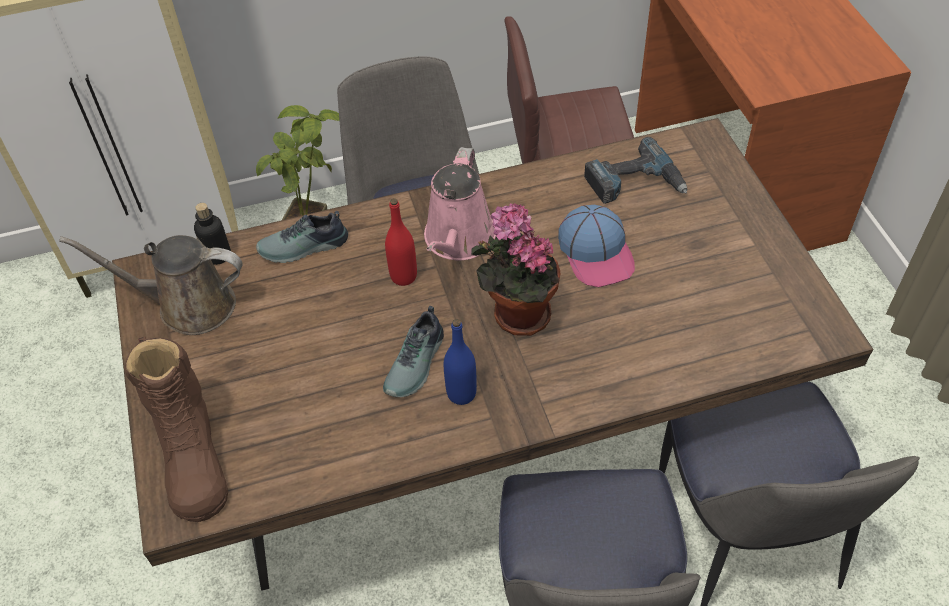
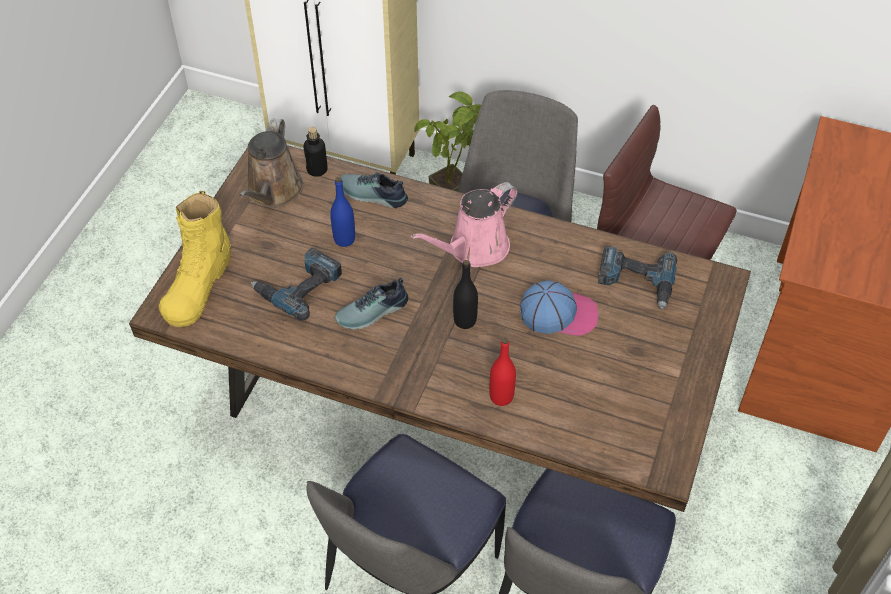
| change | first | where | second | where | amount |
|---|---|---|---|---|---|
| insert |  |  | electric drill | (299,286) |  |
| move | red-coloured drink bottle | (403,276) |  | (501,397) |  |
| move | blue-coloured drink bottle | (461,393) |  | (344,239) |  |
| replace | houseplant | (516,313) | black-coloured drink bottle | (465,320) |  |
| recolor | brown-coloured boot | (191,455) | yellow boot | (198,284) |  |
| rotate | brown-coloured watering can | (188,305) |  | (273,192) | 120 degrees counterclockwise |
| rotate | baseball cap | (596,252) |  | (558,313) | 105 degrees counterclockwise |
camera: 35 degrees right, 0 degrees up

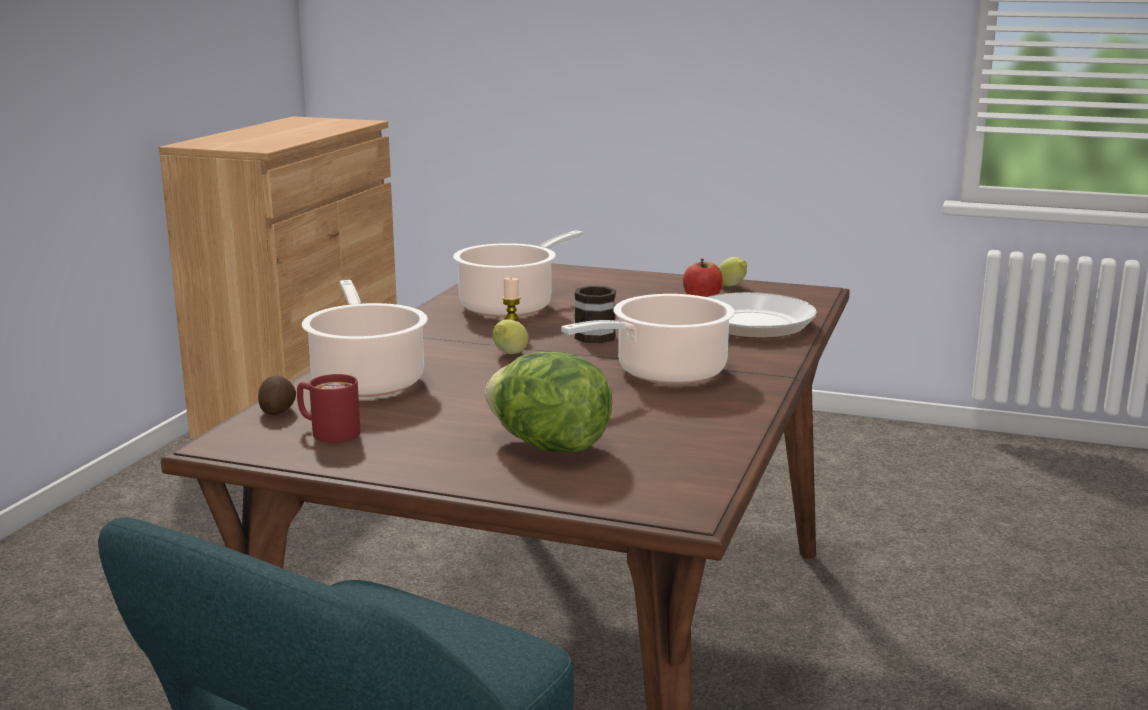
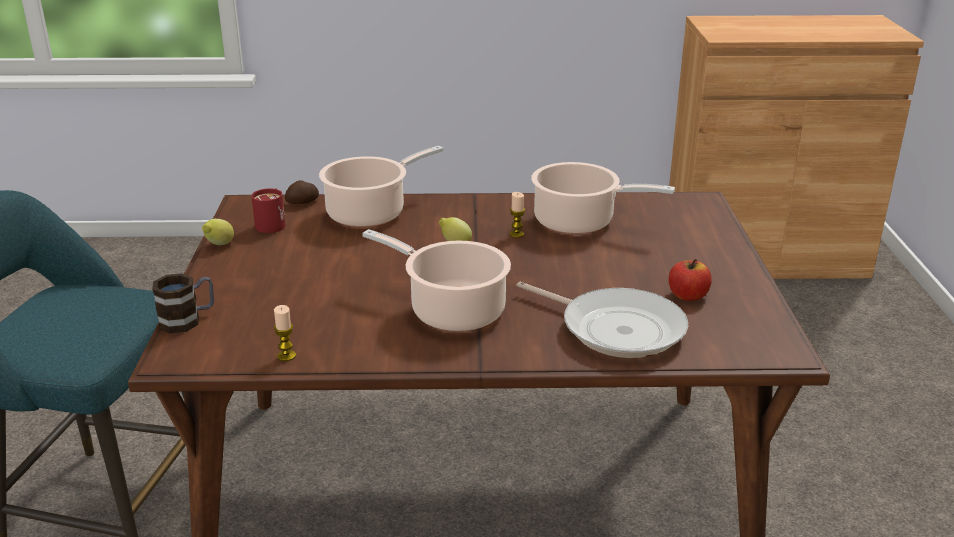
| change | first | where | second | where | amount |
|---|---|---|---|---|---|
| delete | lettuce | (549,446) |  |  |  |
| insert |  |  | candle | (286,356) |  |
| move | coffee mug | (592,334) |  | (188,320) |  |
| move | lemon | (732,286) |  | (219,245) |  |
camera: 70 degrees right, 10 degrees up

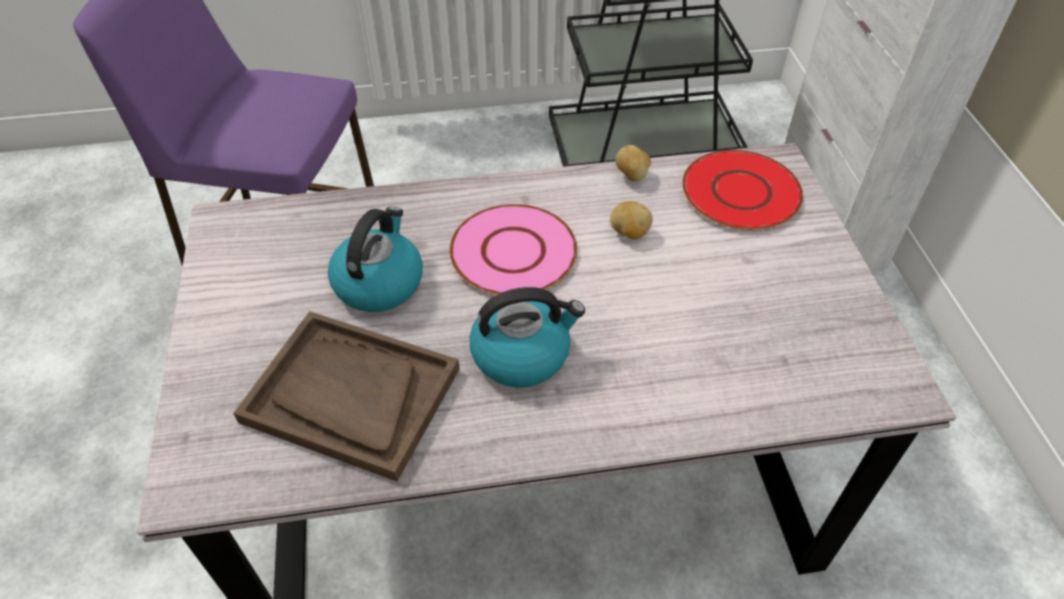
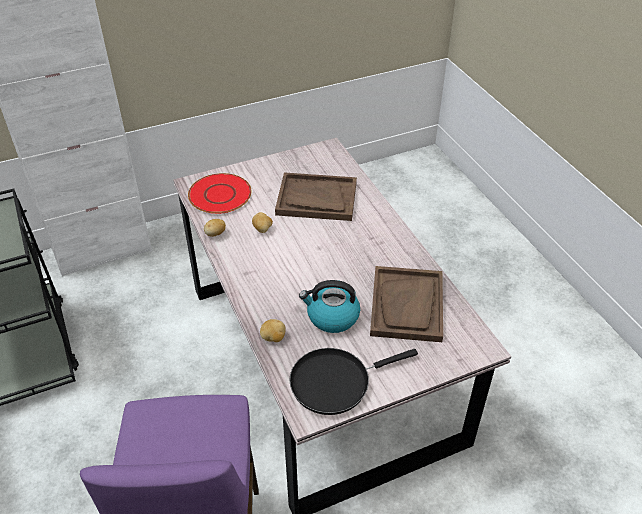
| change | first | where | second | where | amount |
|---|---|---|---|---|---|
| delete | pink-coloured plate | (514,252) |  |  |  |
| delete | tea kettle | (522,354) |  |  |  |
| insert |  |  | whole potato | (273,338) |  |
| insert |  |  | brown-coloured carrying tray | (316,199) |  |
| insert |  |  | black-coloured frying pan | (335,382) |  |
camera: 105 degrees left, 5 degrees down

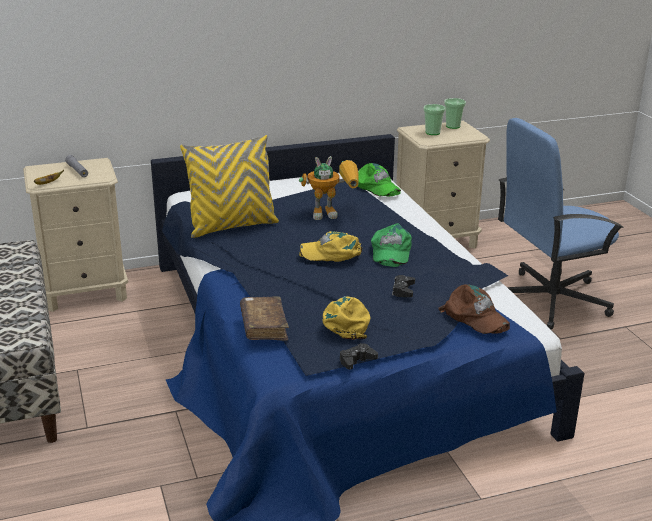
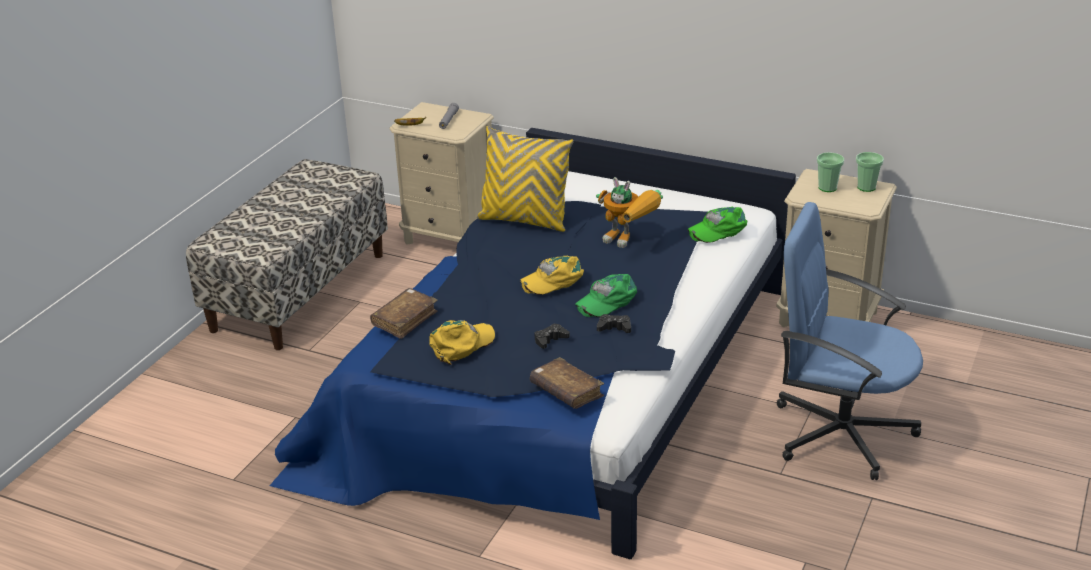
| change | first | where | second | where | amount |
|---|---|---|---|---|---|
| move | black-coloured joypad | (356,360) |  | (614,328) |  |
| replace | brown-coloured baseball cap | (475,317) | brown-coloured book | (566,391) |  |
| rotate | yellow baseball cap | (332,253) |  | (553,280) | 75 degrees counterclockwise |
| rotate | green baseball cap | (376,187) |  | (718,229) | 60 degrees clockwise |
camera: 45 degrees right, 5 degrees up

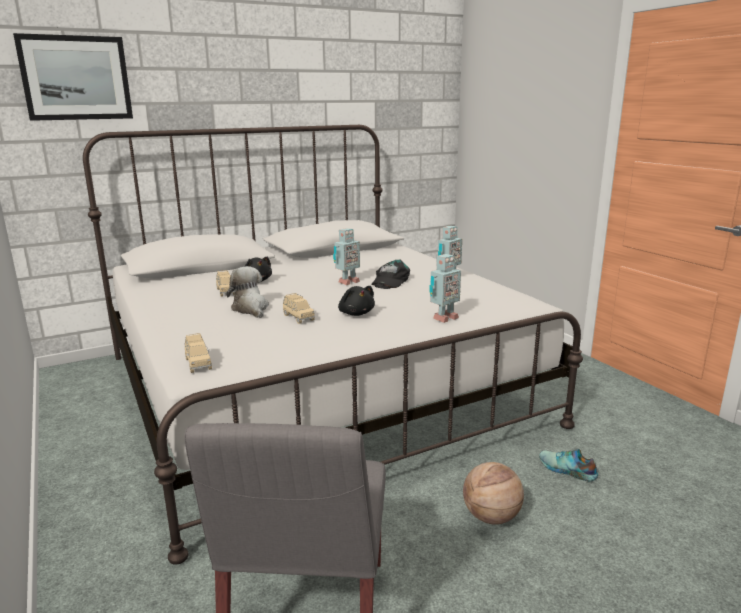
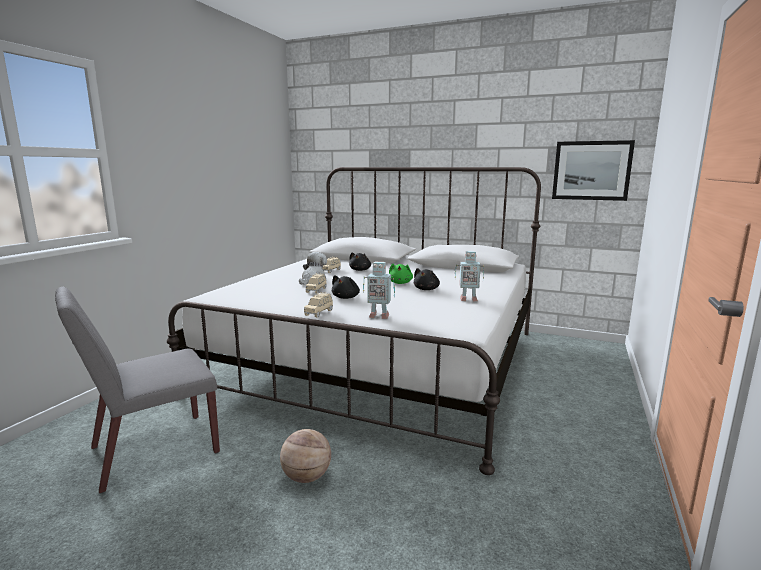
| change | first | where | second | where | amount |
|---|---|---|---|---|---|
| delete | shoe | (566,470) |  |  |  |
| move | picture | (76,78) |  | (591,170) |  |
| move | sand-coloured miniature car | (198,363) |  | (319,313) |  |
| replace | model robot | (347,282) | green plush toy | (400,283) |  |
| replace | black-coloured baseball cap | (390,281) | black-coloured plush toy | (426,289) |  |
camera: 50 degrees right, 5 degrees down

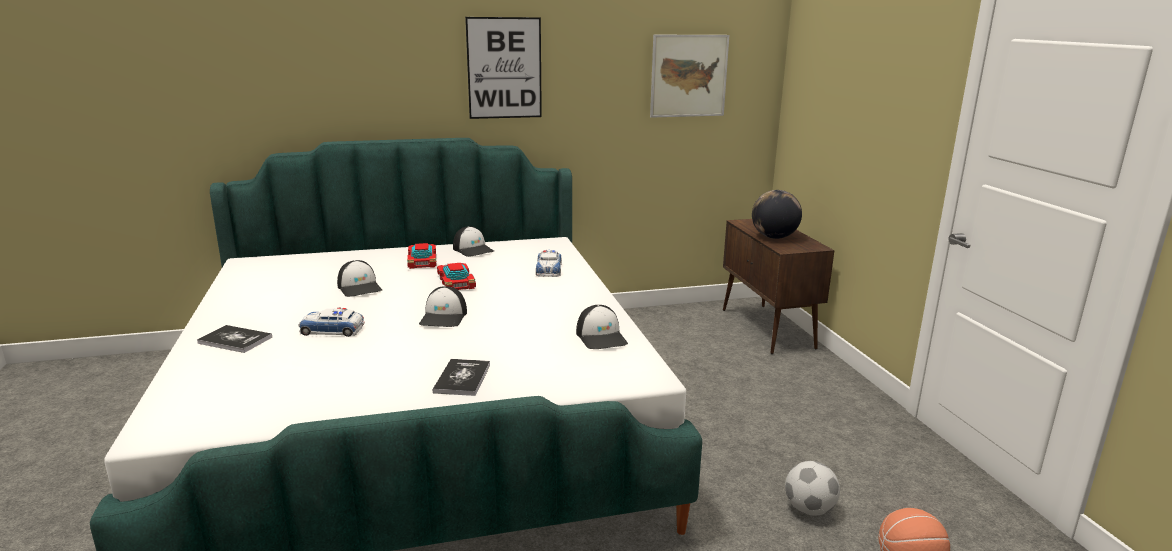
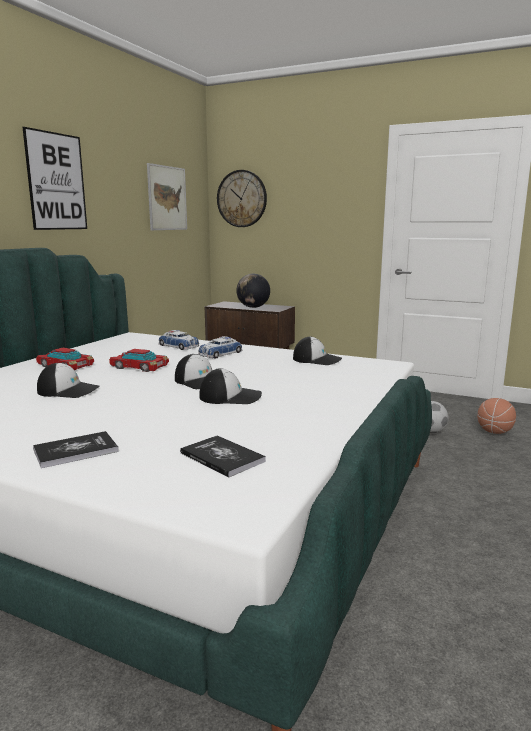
| change | first | where | second | where | amount |
|---|---|---|---|---|---|
| insert |  |  | hanging clock | (242,199) |  |
| move | miniature car | (332,330) |  | (220,353) |  |
| move | book | (462,378) |  | (222,457) |  |
| move | baseball cap | (473,250) |  | (231,397) |  |
camera: 50 degrees left, 5 degrees down

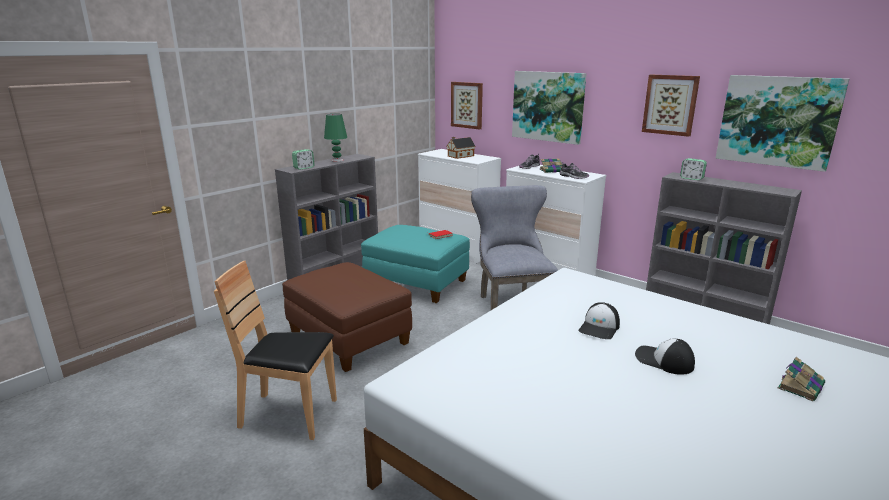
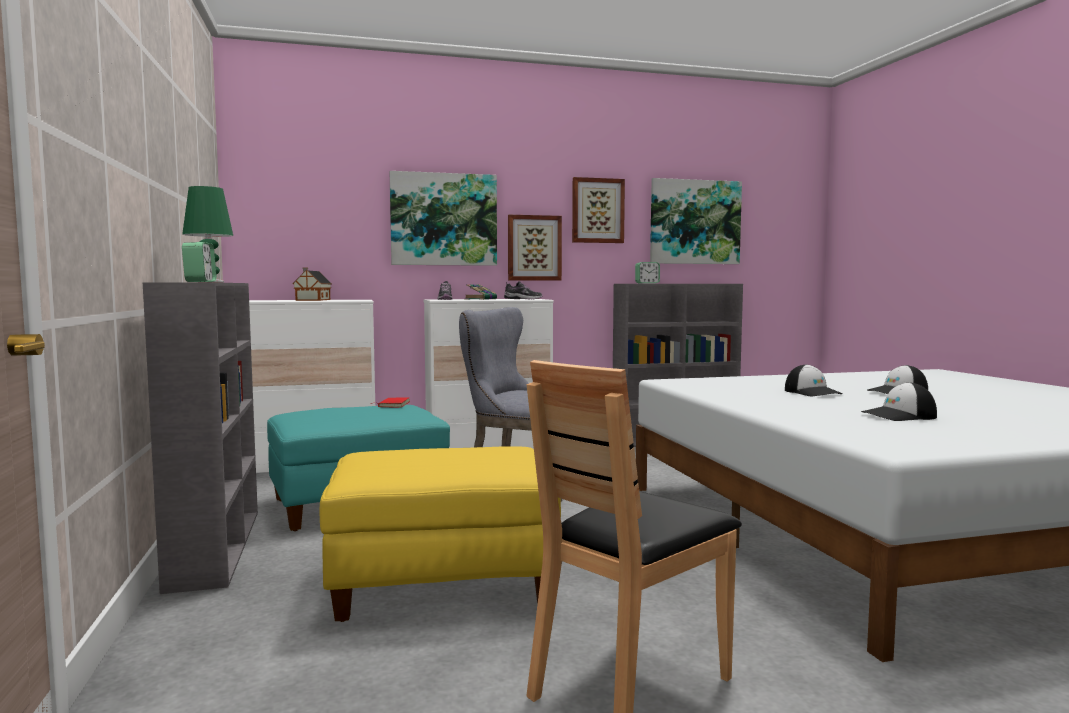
| change | first | where | second | where | amount |
|---|---|---|---|---|---|
| delete | book | (801,386) |  |  |  |
| insert |  |  | baseball cap | (899,416) |  |
| move | picture | (467,105) |  | (534,248) |  |
| recolor | brown-coloured ottoman | (348,339) | yellow ottoman | (443,583) |  |
camera: 55 degrees left, 15 degrees down

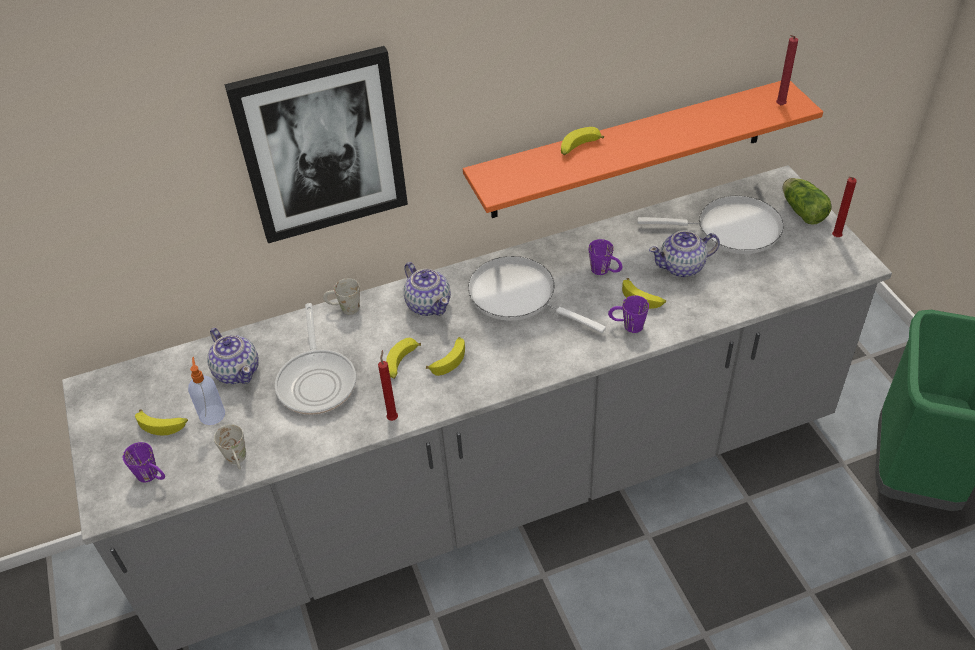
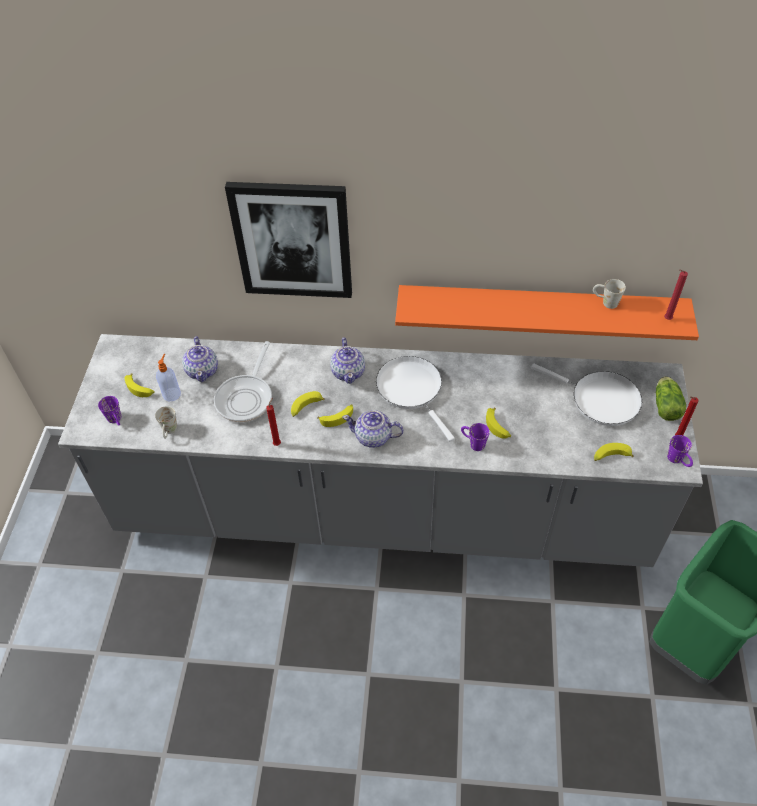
| change | first | where | second | where | amount |
|---|---|---|---|---|---|
| move | white-coloured coffee mug | (344,308) |  | (605,302) |  |
| move | banana | (579,148) |  | (610,457) |  |
| move | purple coffee mug | (605,271) |  | (678,461) |  |
| move | pot for tea | (682,267) |  | (373,437) |  |
camera: 25 degrees right, 5 degrees up

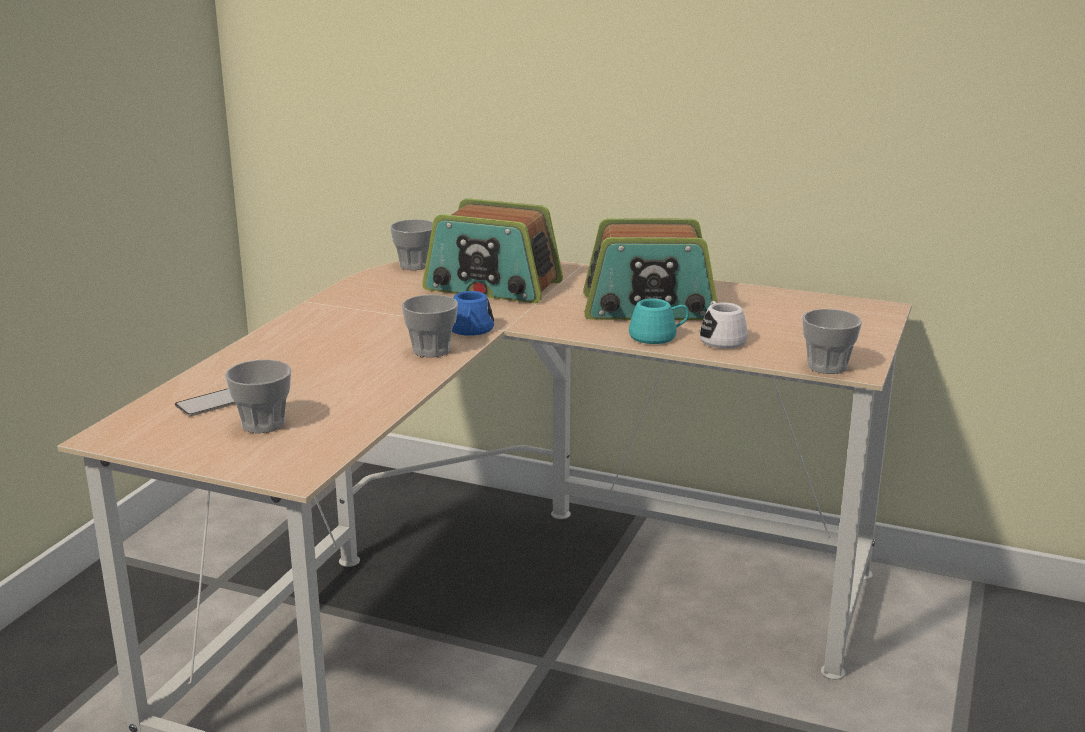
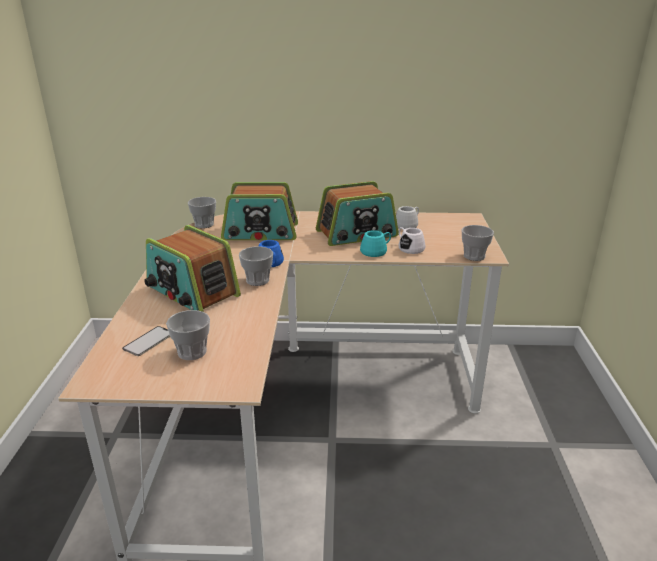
| change | first | where | second | where | amount |
|---|---|---|---|---|---|
| insert |  |  | radio receiver | (192,291) |  |
| insert |  |  | white-coloured coffee mug | (408,225) |  |
camera: 20 degrees left, 5 degrees up

